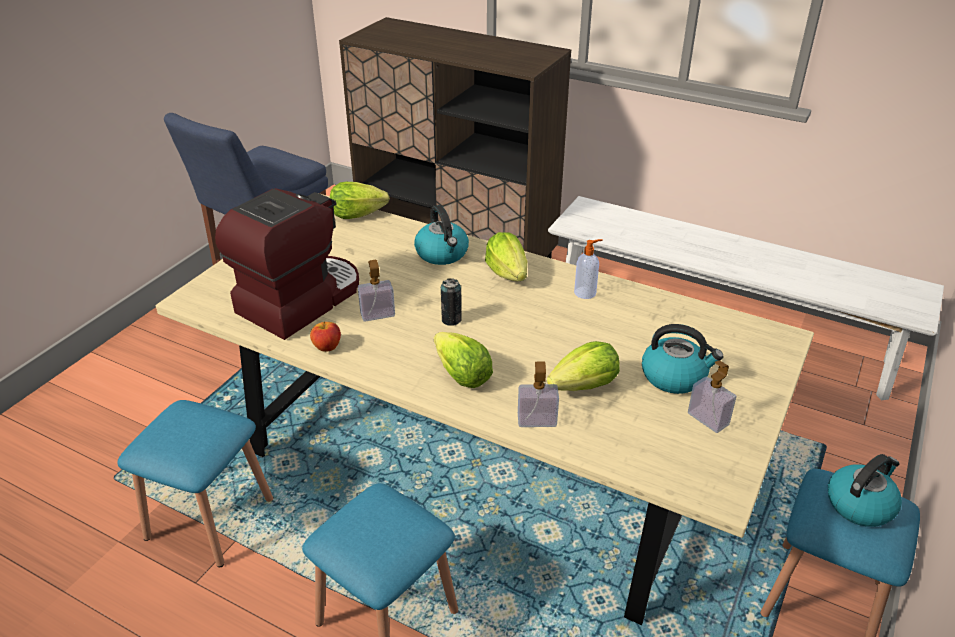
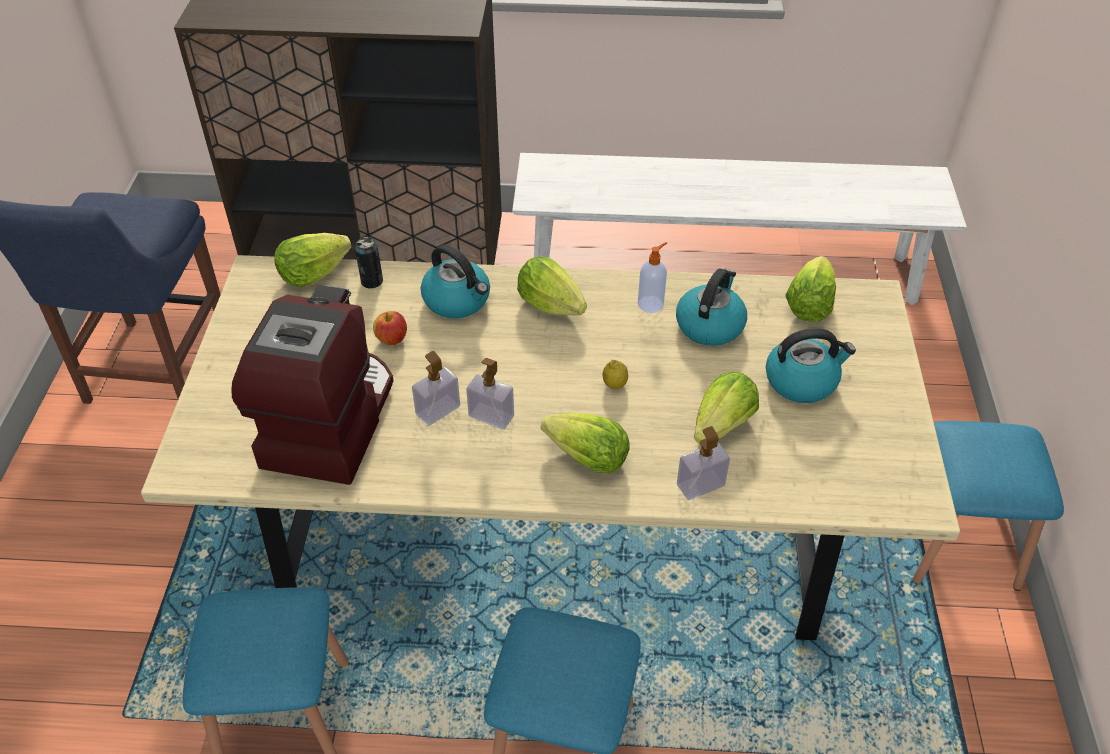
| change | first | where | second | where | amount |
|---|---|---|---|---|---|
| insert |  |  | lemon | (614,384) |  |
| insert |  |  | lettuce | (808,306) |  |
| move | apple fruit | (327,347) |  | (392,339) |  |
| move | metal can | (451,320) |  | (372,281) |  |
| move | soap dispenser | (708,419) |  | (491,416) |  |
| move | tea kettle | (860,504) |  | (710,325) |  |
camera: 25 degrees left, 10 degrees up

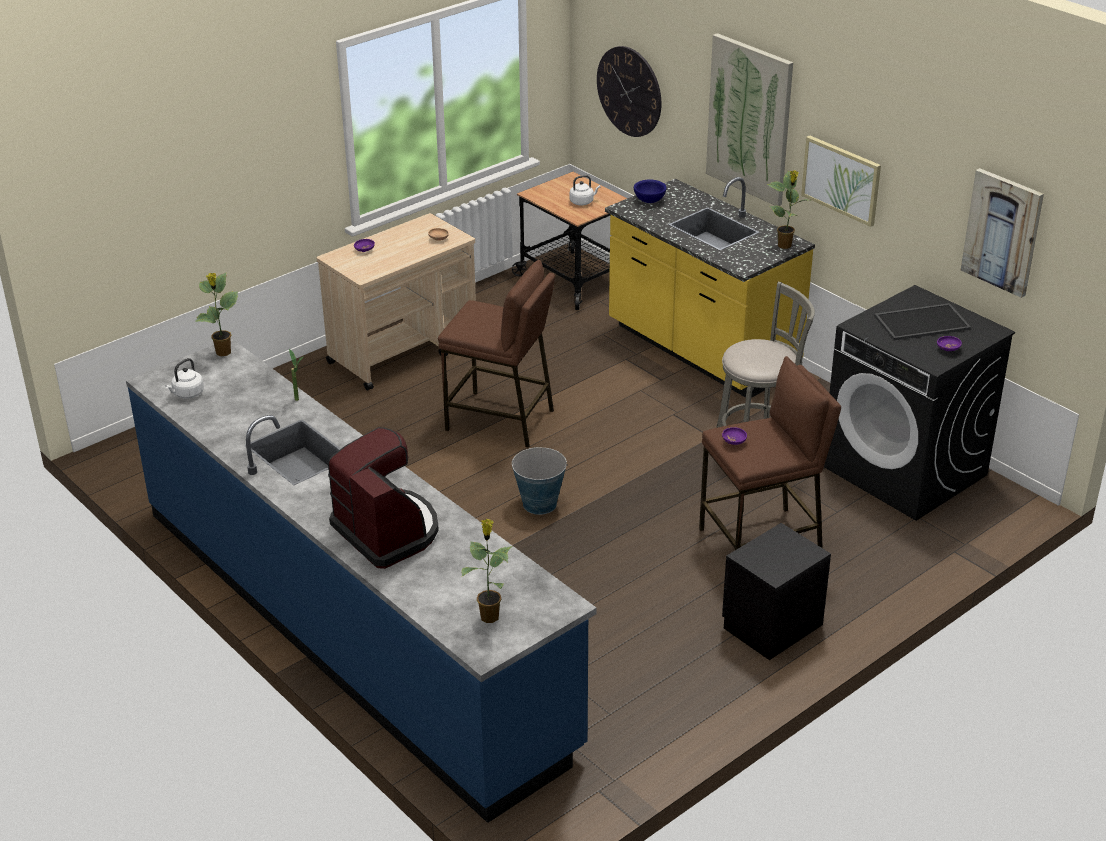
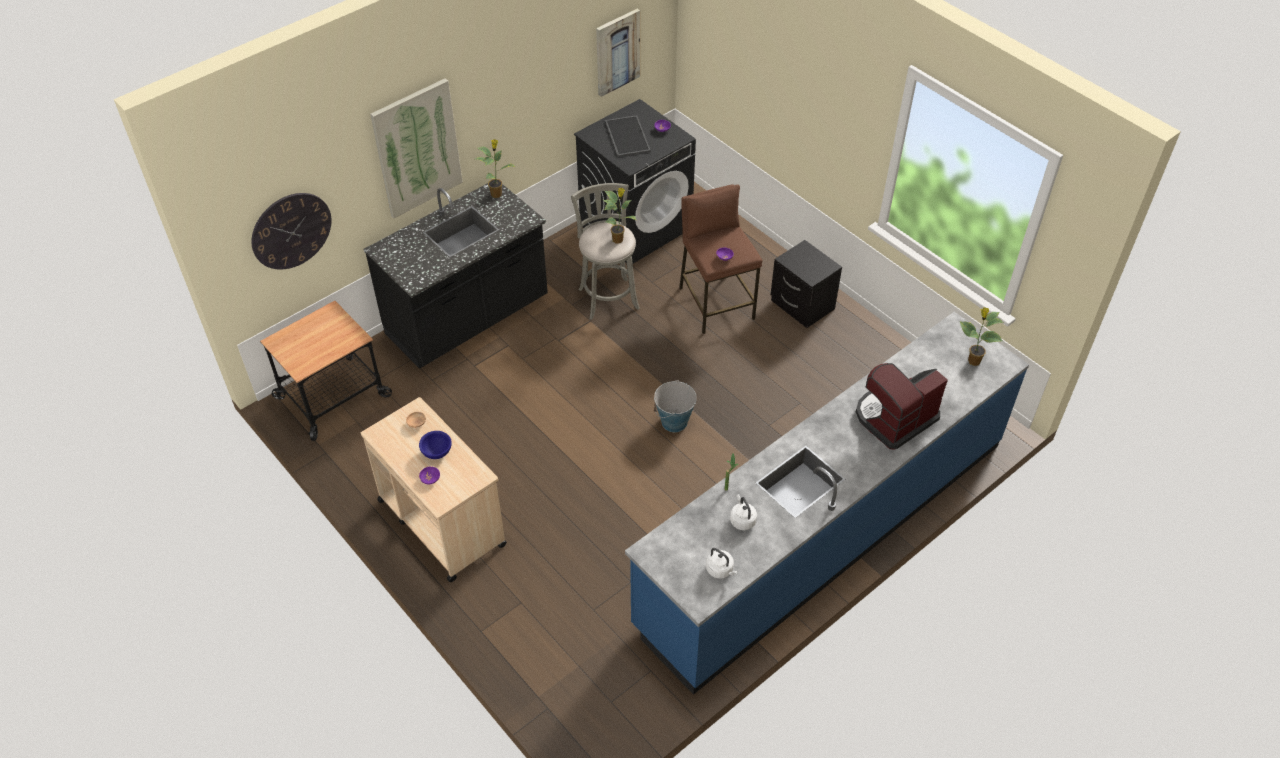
| change | first | where | second | where | amount |
|---|---|---|---|---|---|
| delete | brown-coloured stool | (500,420) |  |  |  |
| delete | picture | (841,180) |  |  |  |
| move | houseplant | (223,353) |  | (618,239) |  |
| move | white-coloured tea kettle | (583,202) |  | (742,520) |  |
| move | blue-coloured bowl | (649,201) |  | (437,452) |  |
| recolor | yellow kitchen base unit | (701,351) | black-coloured kitchen base unit | (468,319) |  |
camera: 90 degrees left, 15 degrees up

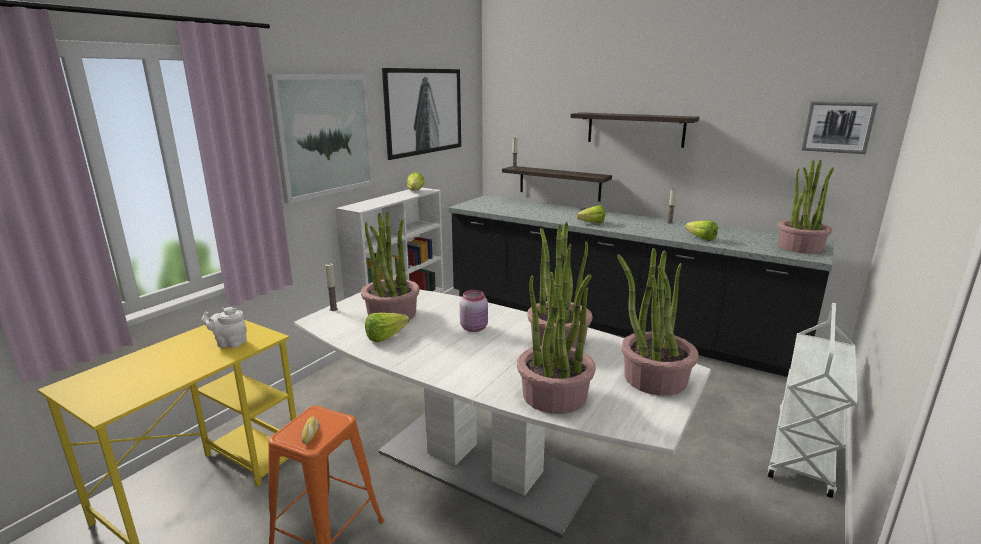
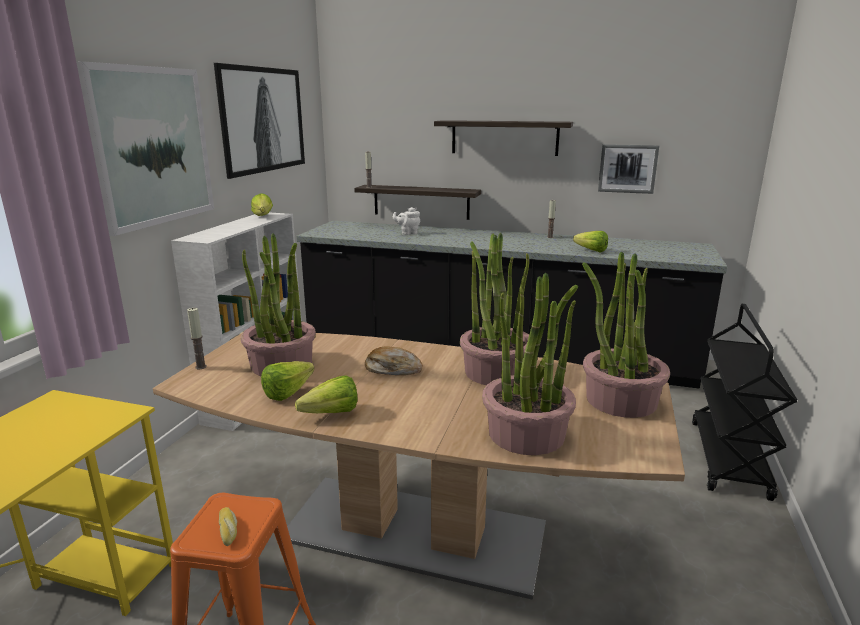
| change | first | where | second | where | amount |
|---|---|---|---|---|---|
| delete | houseplant | (800,247) |  |  |  |
| move | white-coloured pot for tea | (229,343) |  | (408,233) |  |
| move | lettuce | (589,223) |  | (326,414) |  |
| move | picture | (837,127) |  | (627,168) |  |
| replace | pink-coloured jar | (475,328) | bread | (393,369) |  |
| recolor | white-coloured dinner table | (484,465) | brown-coloured dinner table | (413,531) |  |
| recolor | white-coloured cart | (803,452) | black-coloured cart | (729,459) |  |
camera: 15 degrees left, 0 degrees up

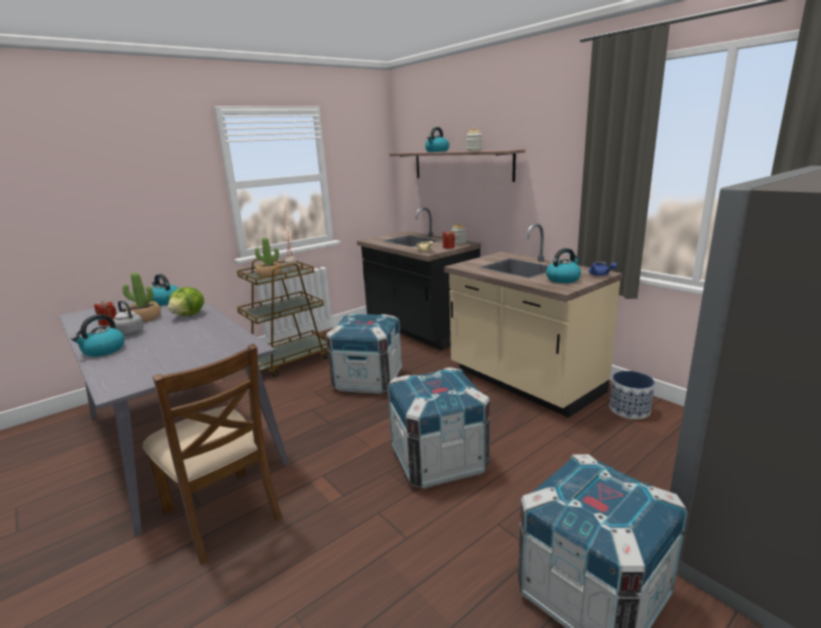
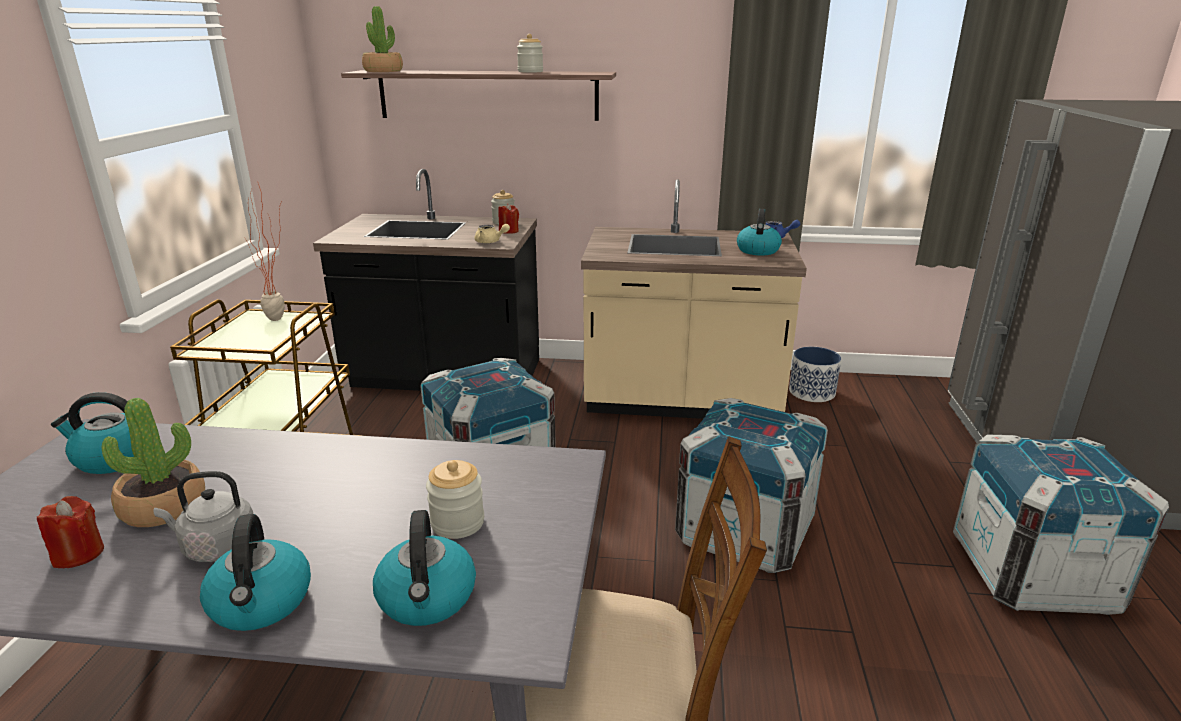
| change | first | where | second | where | amount |
|---|---|---|---|---|---|
| delete | lettuce | (189,315) |  |  |  |
| insert |  |  | jar | (457,523) |  |
| move | houseplant | (269,274) |  | (383,71) |  |
| move | tea kettle | (437,151) |  | (427,598) |  |
camera: 45 degrees left, 5 degrees up

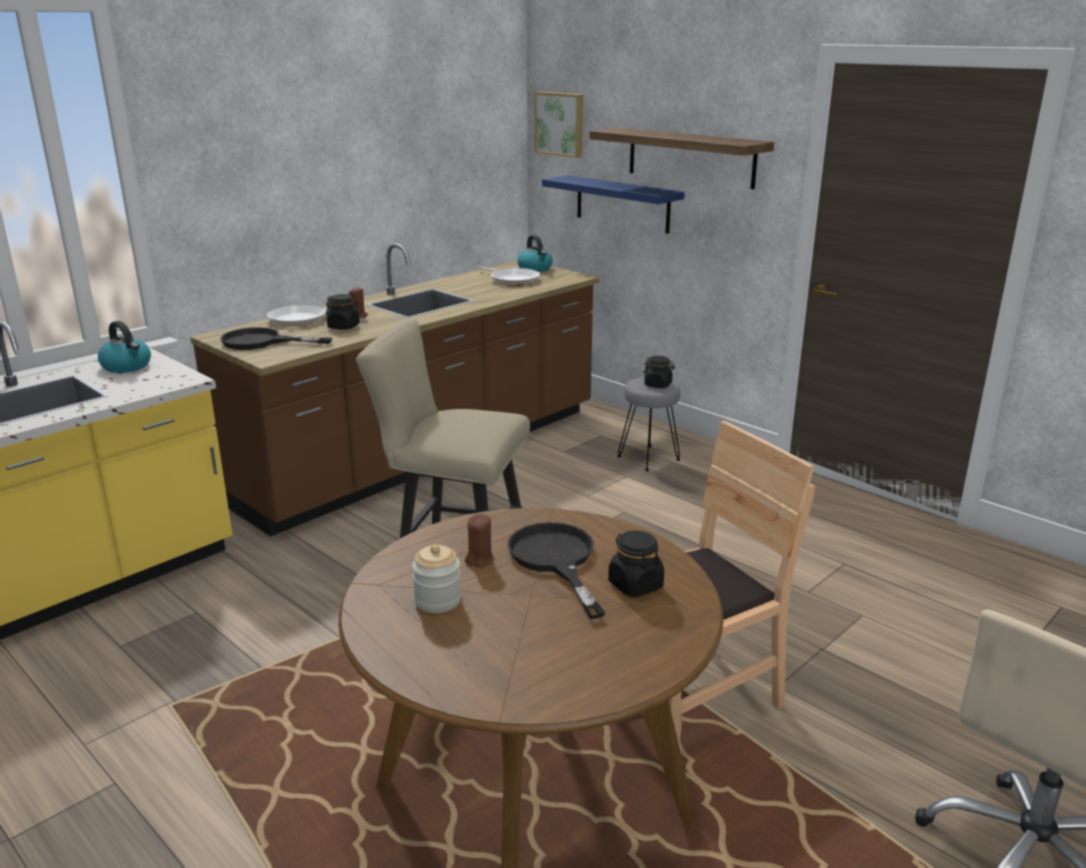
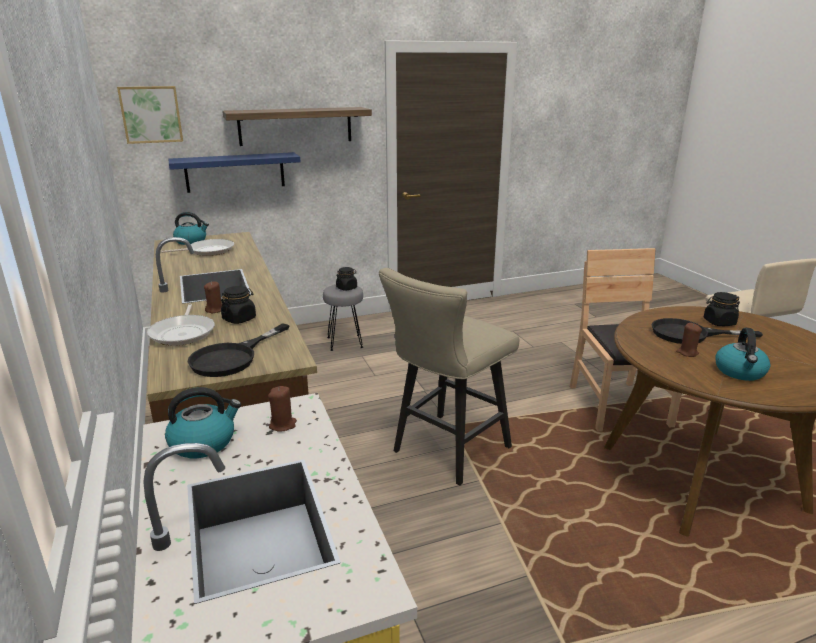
| change | first | where | second | where | amount |
|---|---|---|---|---|---|
| insert |  |  | brown-coloured candle | (283,425) |  |
| replace | jar | (438,600) | tea kettle | (740,372) |  |
camera: 65 degrees left, 0 degrees up

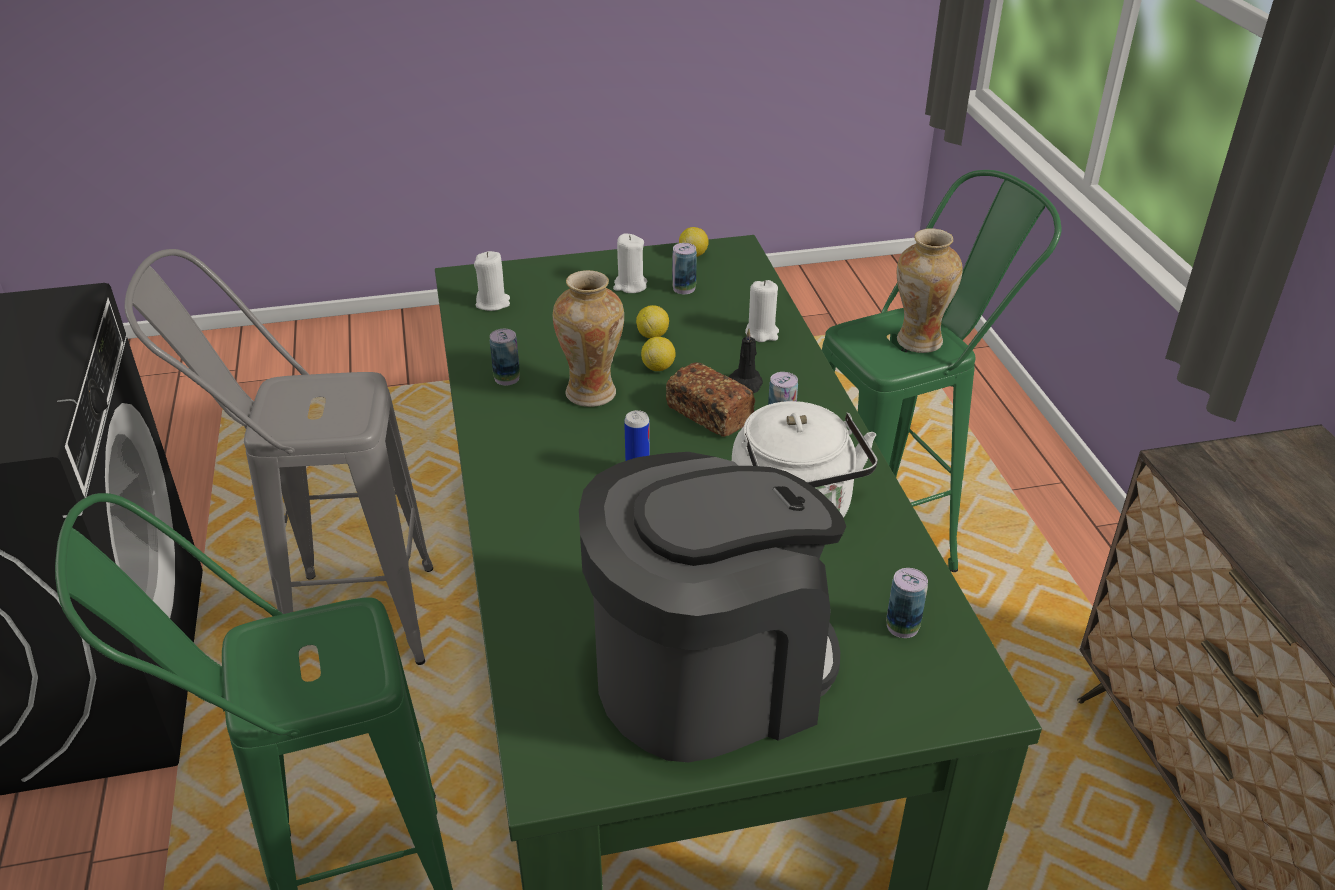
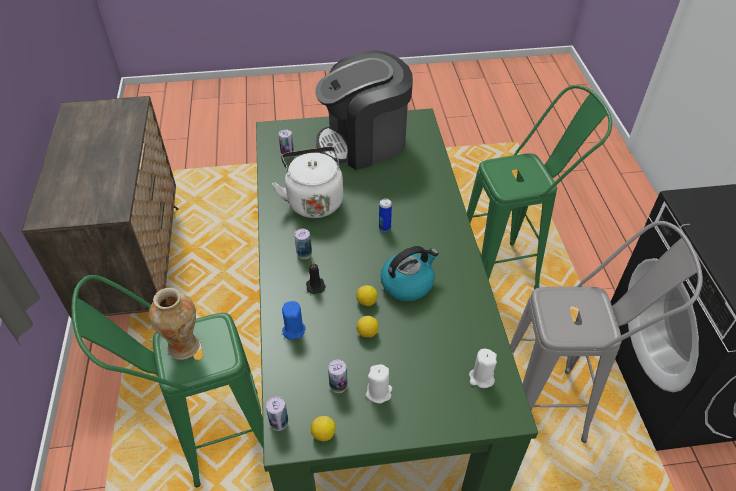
| change | first | where | second | where | amount |
|---|---|---|---|---|---|
| delete | bread | (708,414) |  |  |  |
| move | metal can | (507,378) |  | (279,422) |  |
| replace | vase | (592,392) | tea kettle | (407,283) |  |
| recolor | white-coloured candle | (762,333) | blue-coloured candle | (293,330) |  |
camera: 175 degrees left, 10 degrees up

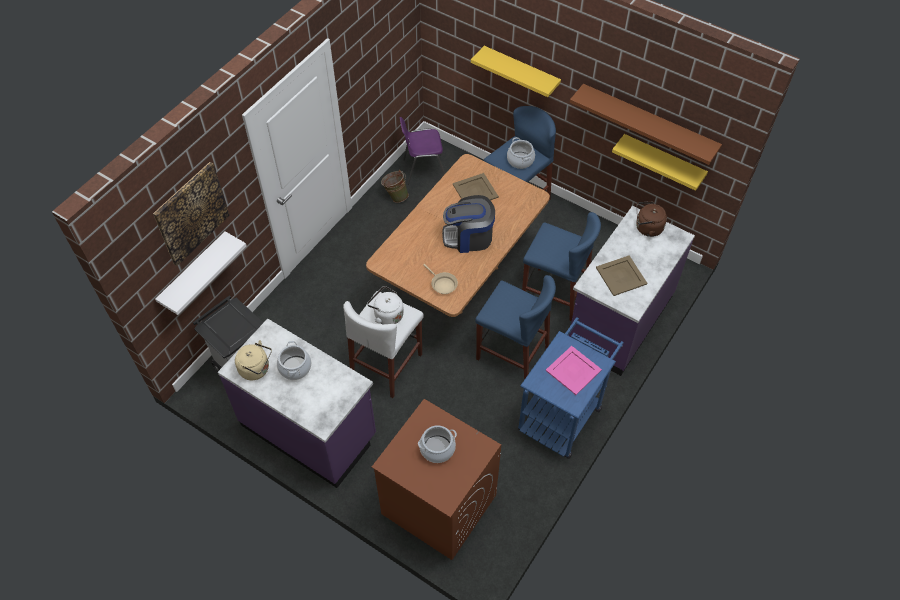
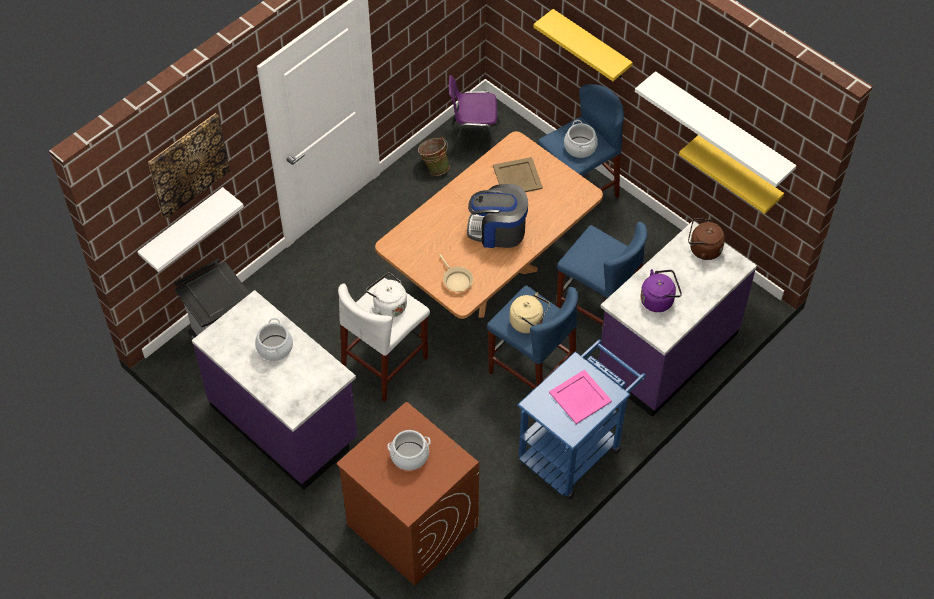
| change | first | where | second | where | amount |
|---|---|---|---|---|---|
| move | sand-coloured tea kettle | (256,369) |  | (528,322) |  |
| replace | sand-coloured carrying tray | (621,276) | purple tea kettle | (659,300) |  |
| recolor | brown-coloured bracket shelf | (648,123) | white-coloured bracket shelf | (722,127) |  |
camera: 10 degrees right, 0 degrees up

